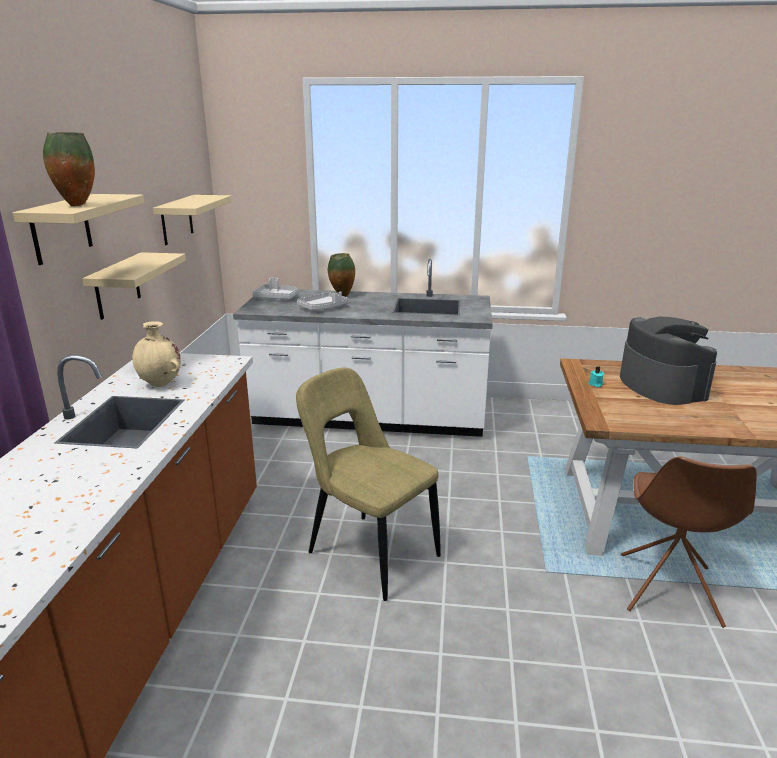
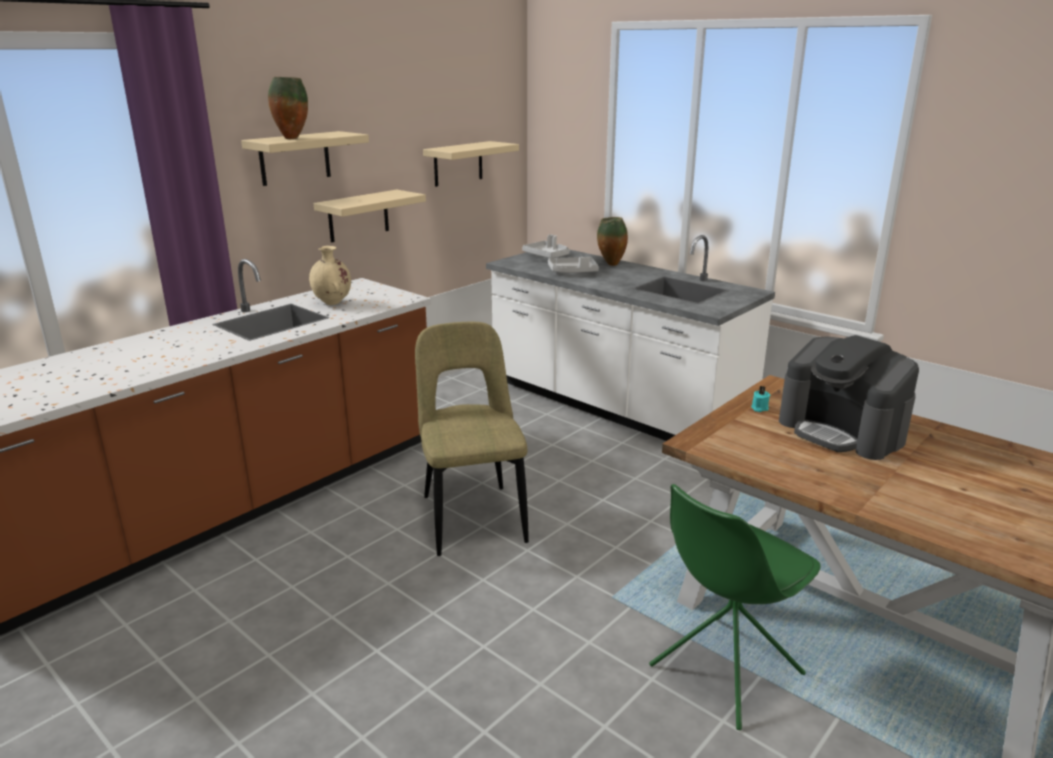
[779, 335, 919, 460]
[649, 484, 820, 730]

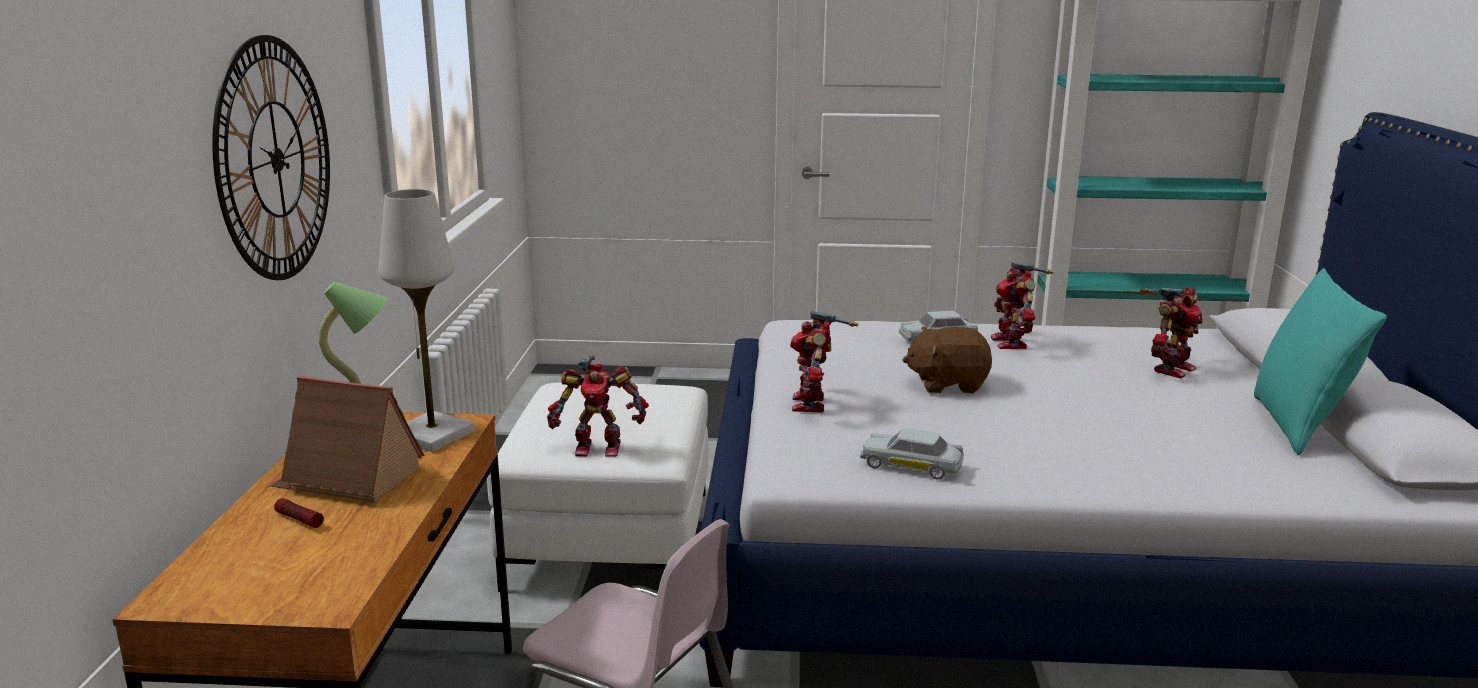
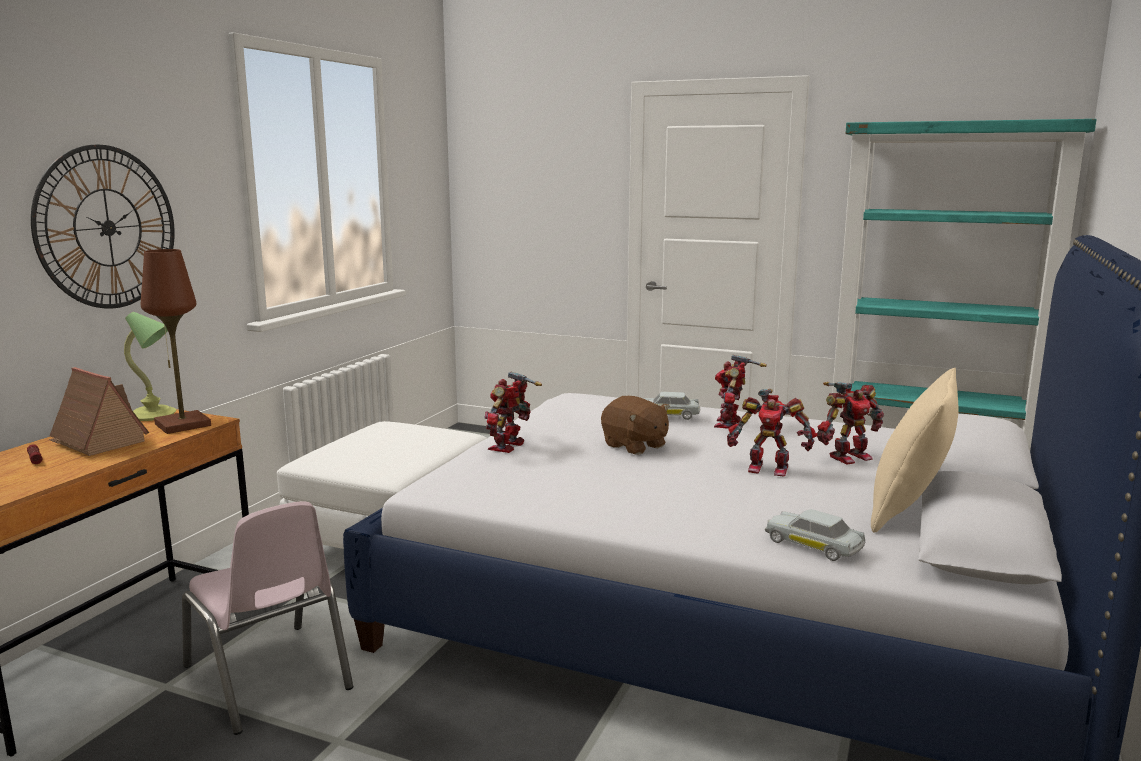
[141, 249, 211, 434]
[871, 368, 959, 532]
[601, 396, 670, 455]
[727, 389, 817, 477]
[765, 509, 865, 561]

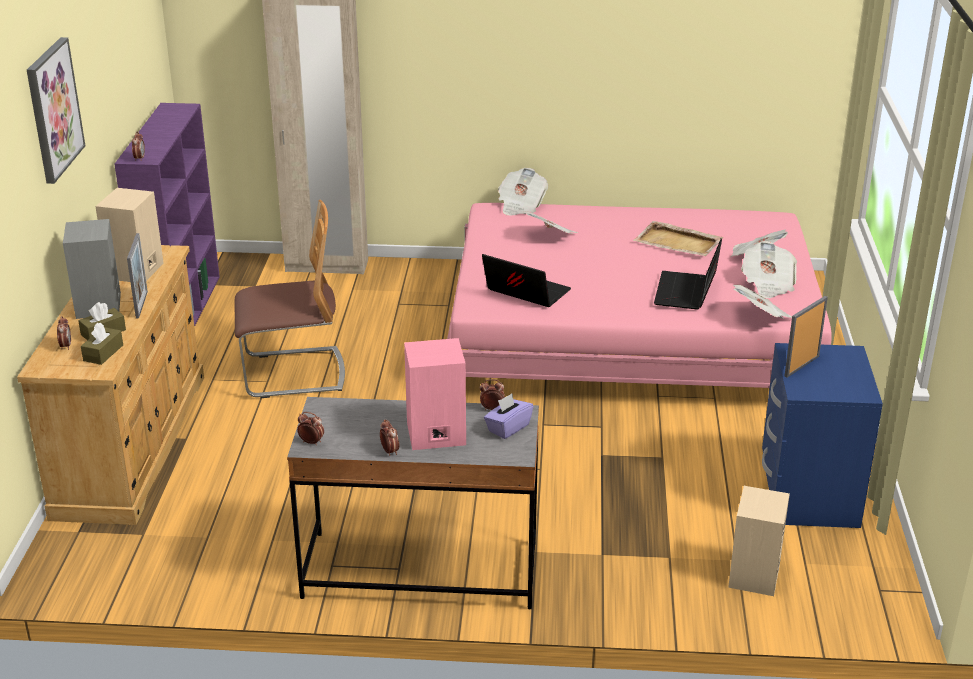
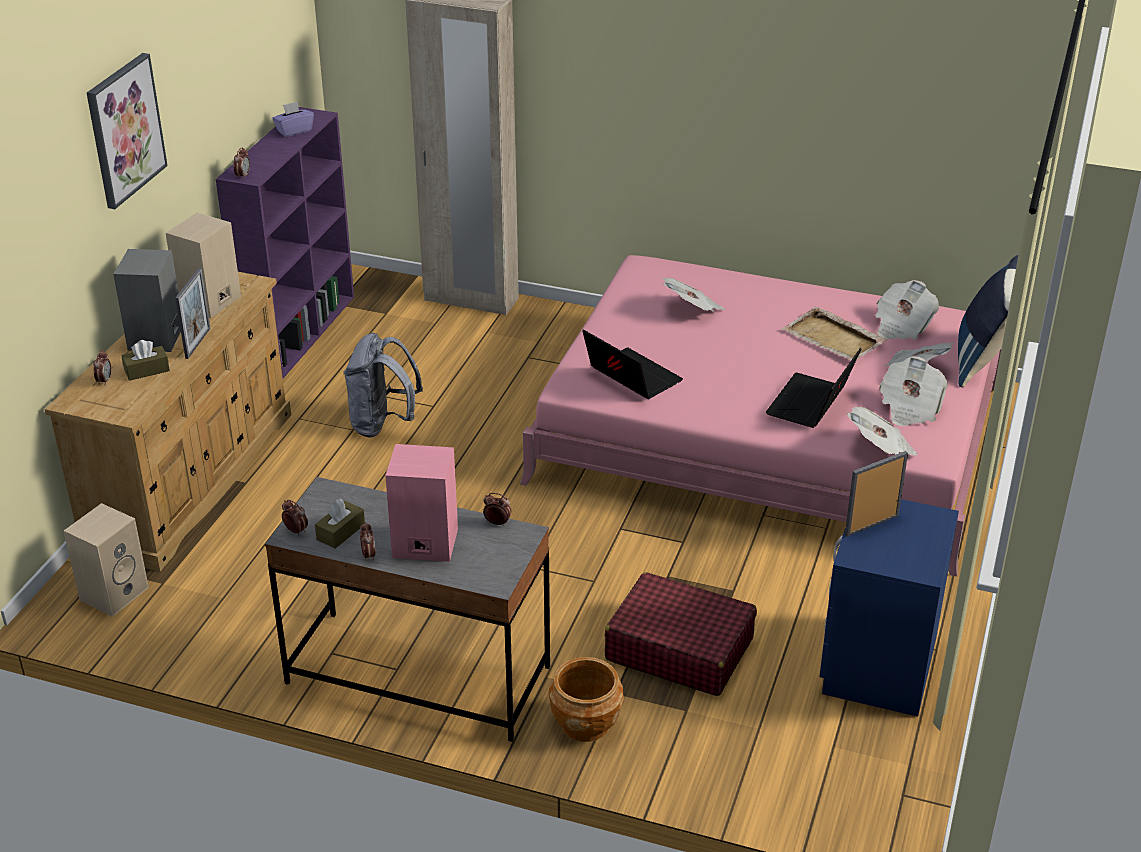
[875, 280, 939, 340]
[344, 333, 423, 438]
[315, 499, 365, 549]
[272, 102, 314, 137]
[64, 503, 149, 617]
[958, 255, 1018, 388]
[605, 572, 757, 696]
[549, 657, 624, 742]

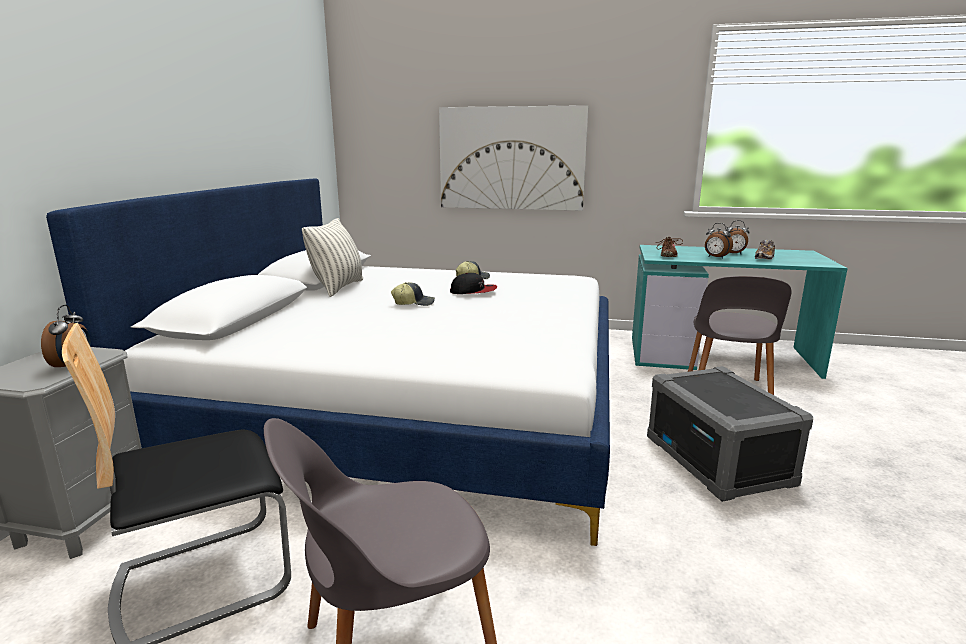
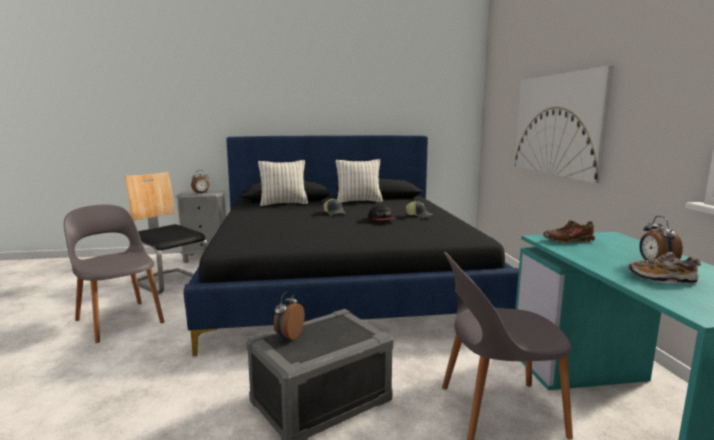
[183, 135, 519, 356]
[273, 291, 305, 340]
[258, 160, 308, 206]

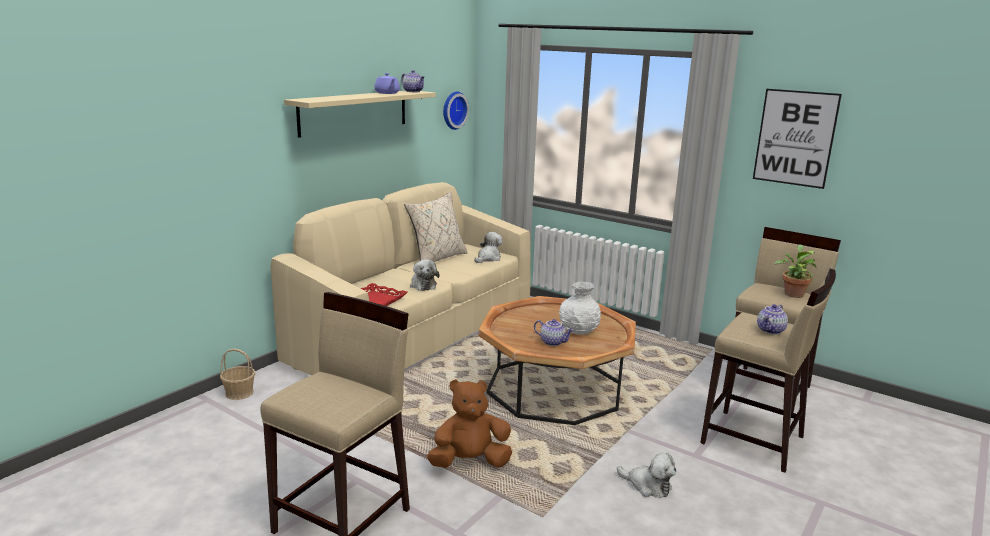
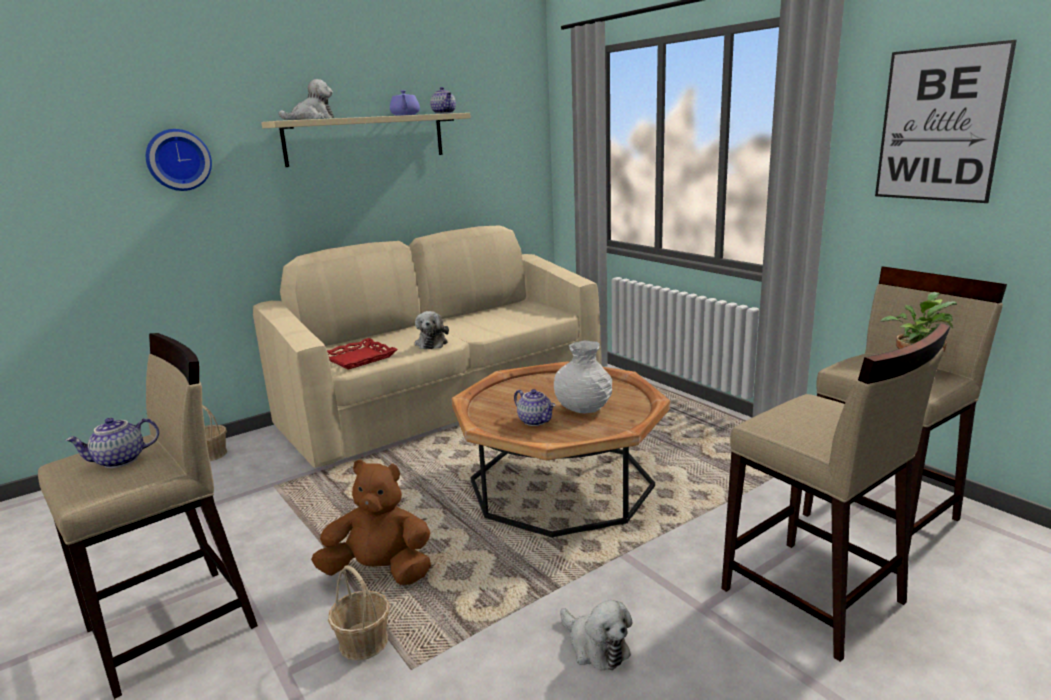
[146, 129, 212, 191]
[404, 192, 468, 262] (first image)
[279, 79, 334, 120]
[65, 418, 159, 468]
[328, 565, 390, 661]

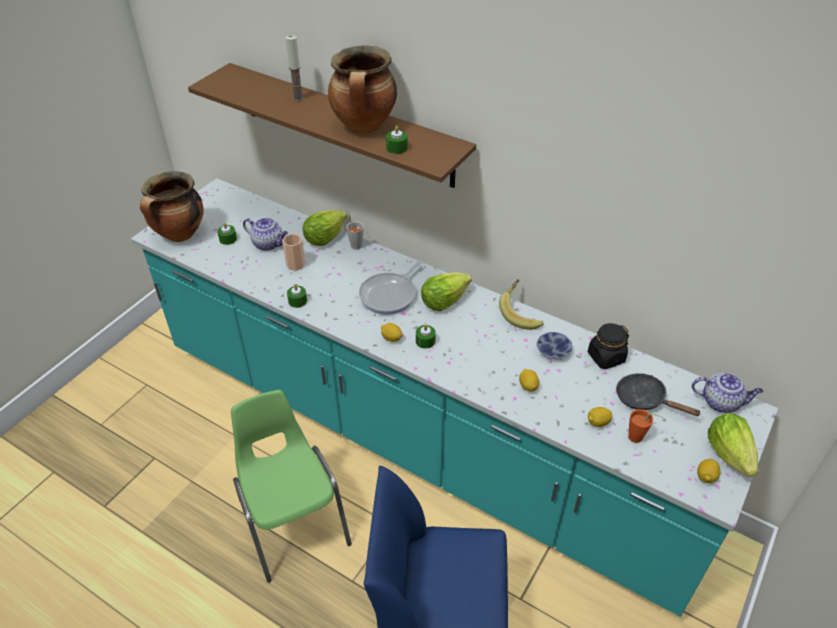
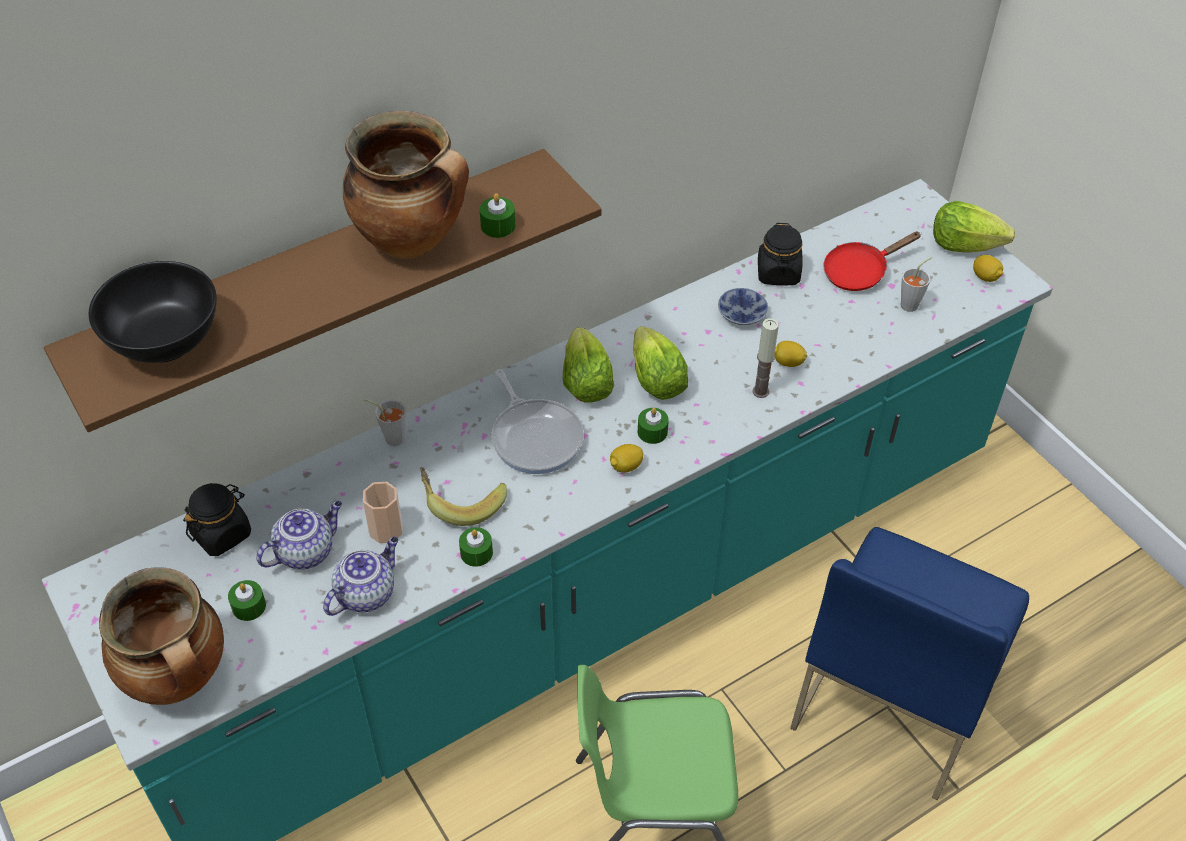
[752, 318, 779, 398]
[633, 326, 688, 400]
[420, 467, 507, 526]
[823, 231, 922, 291]
[323, 537, 398, 616]
[588, 407, 612, 427] (first image)
[901, 257, 932, 312]
[89, 261, 217, 363]
[183, 483, 251, 556]

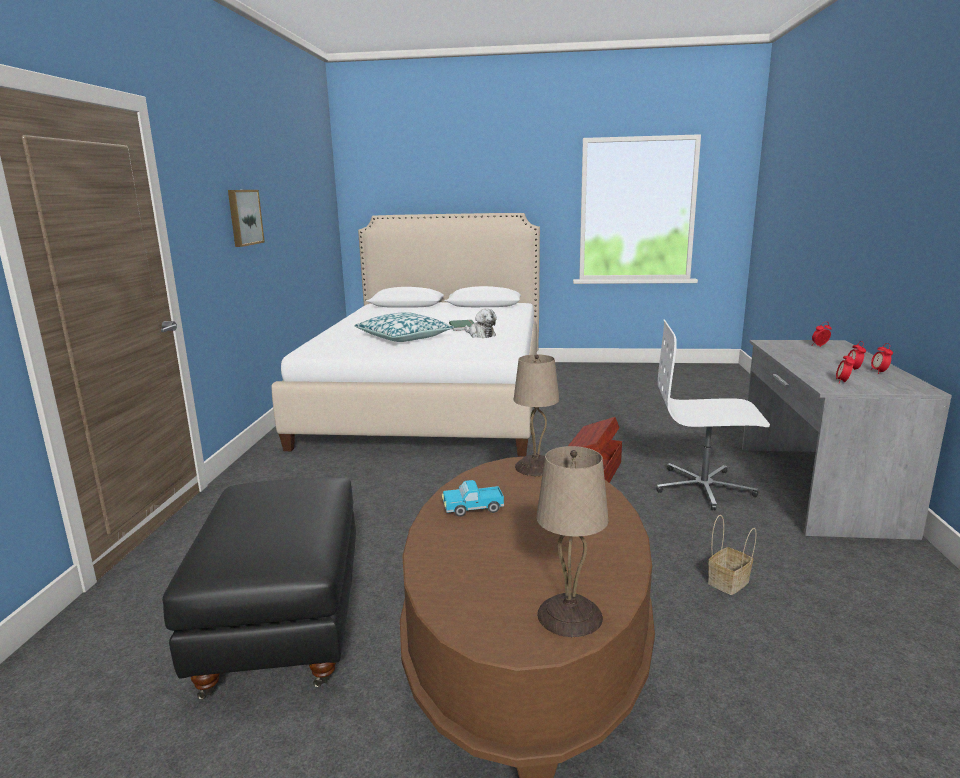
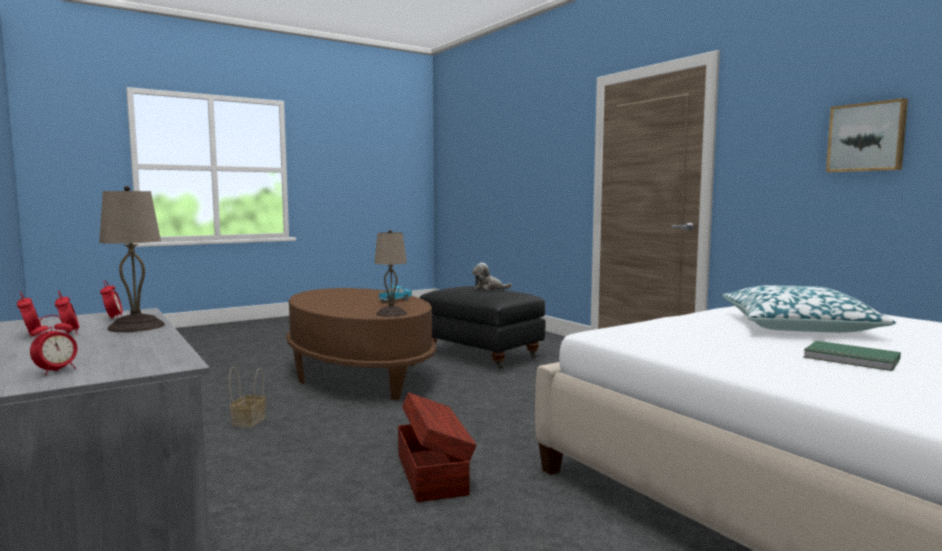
[472, 263, 512, 290]
[656, 319, 770, 510] (first image)
[99, 186, 165, 332]

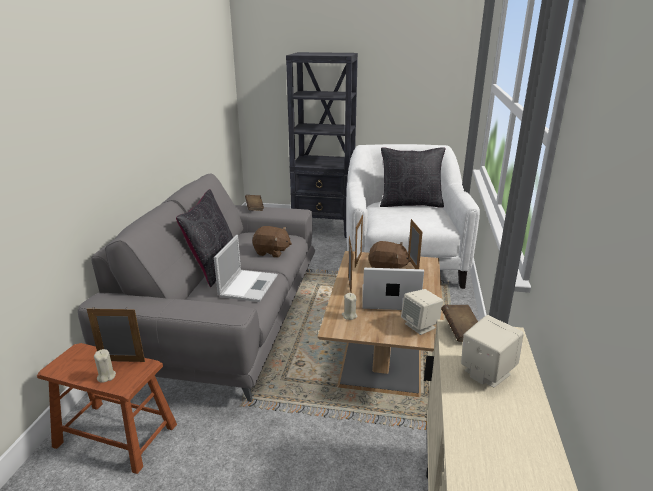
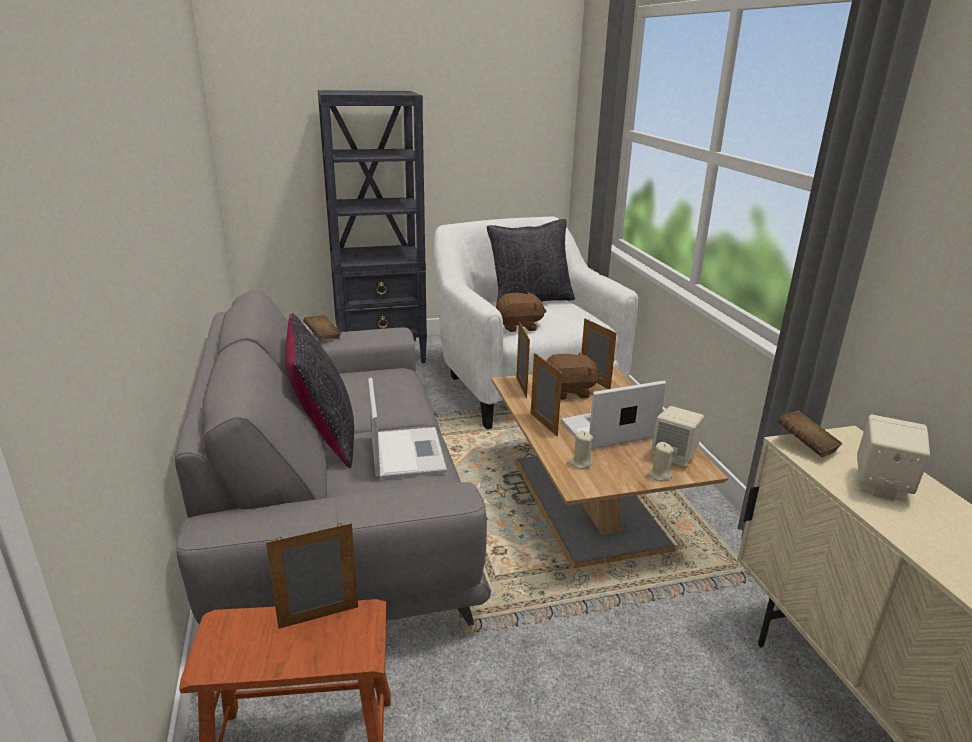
[496, 292, 546, 332]
[648, 442, 674, 482]

